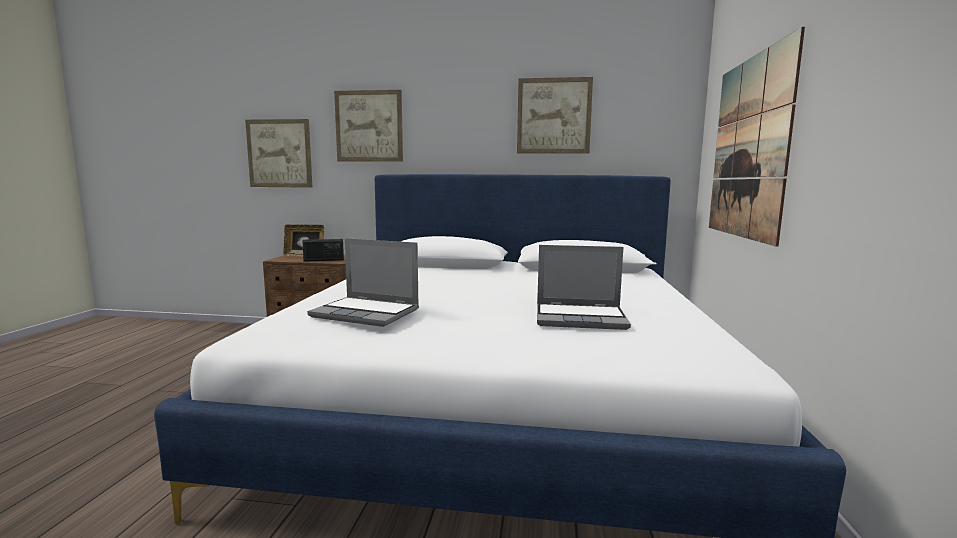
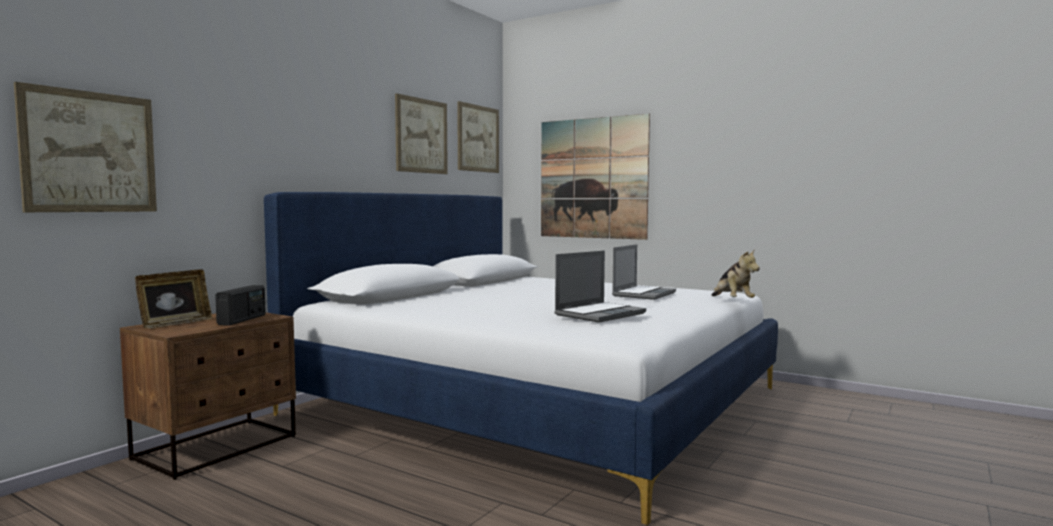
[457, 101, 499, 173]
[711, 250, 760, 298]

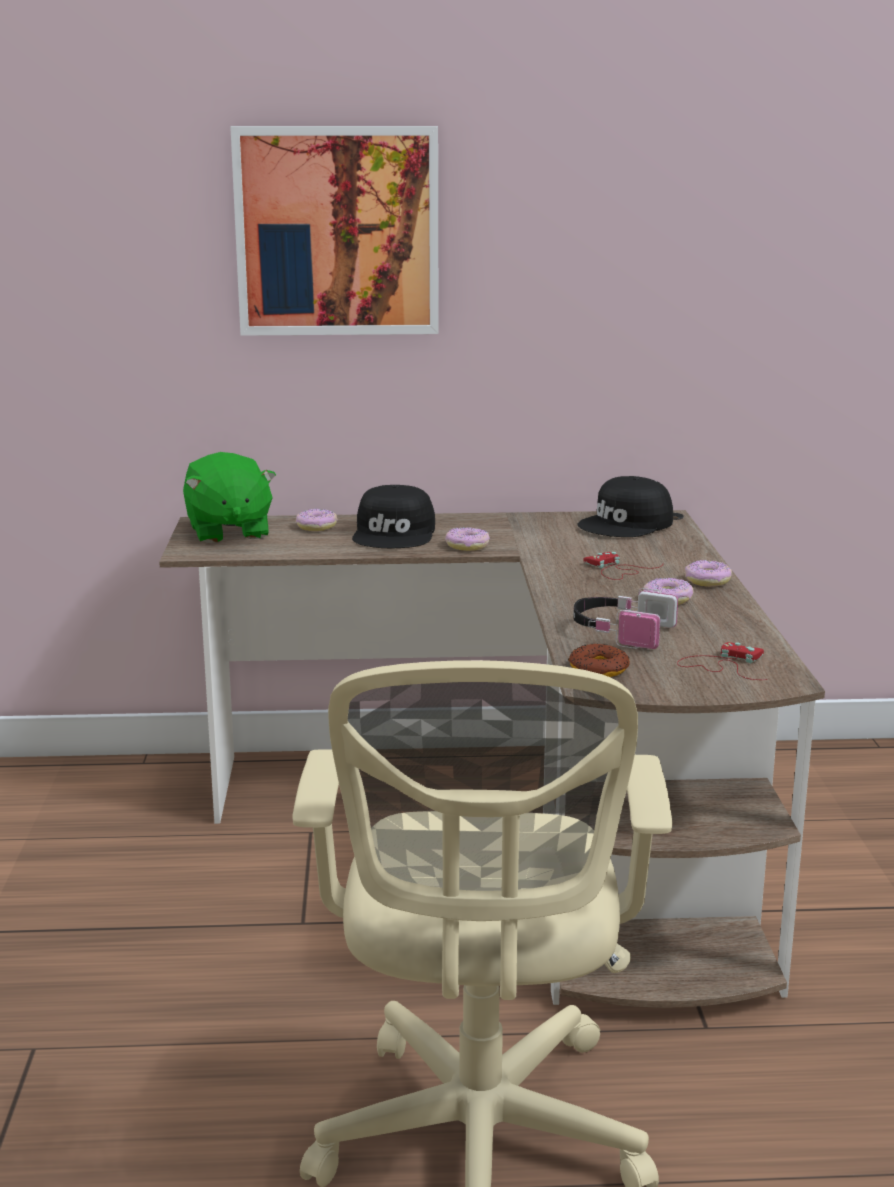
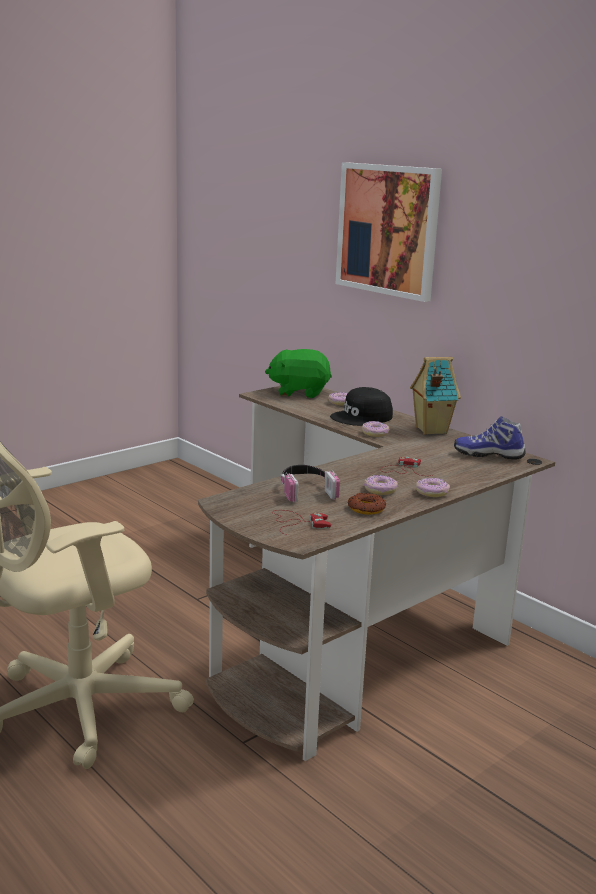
[265, 349, 332, 398]
[454, 416, 526, 460]
[348, 493, 386, 515]
[410, 357, 461, 435]

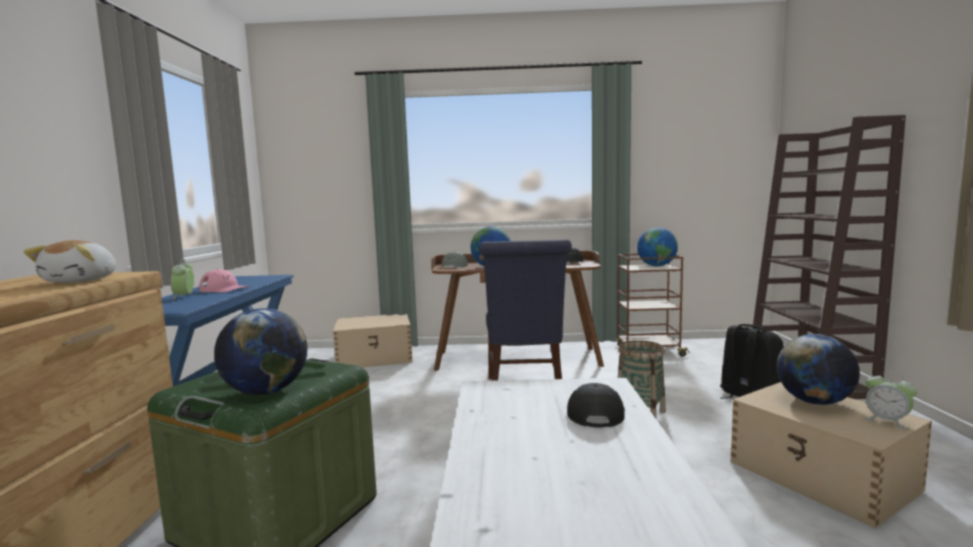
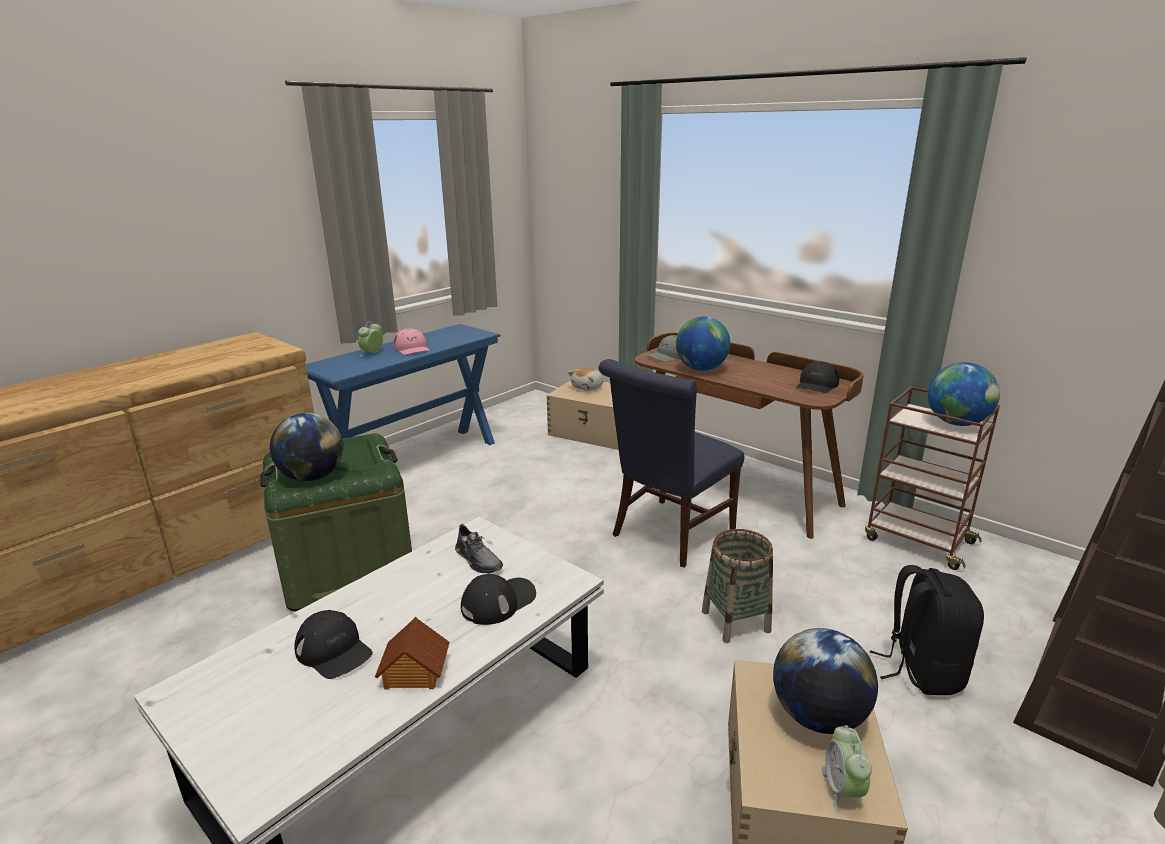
[567, 367, 603, 391]
[455, 524, 503, 573]
[294, 610, 373, 679]
[375, 617, 450, 690]

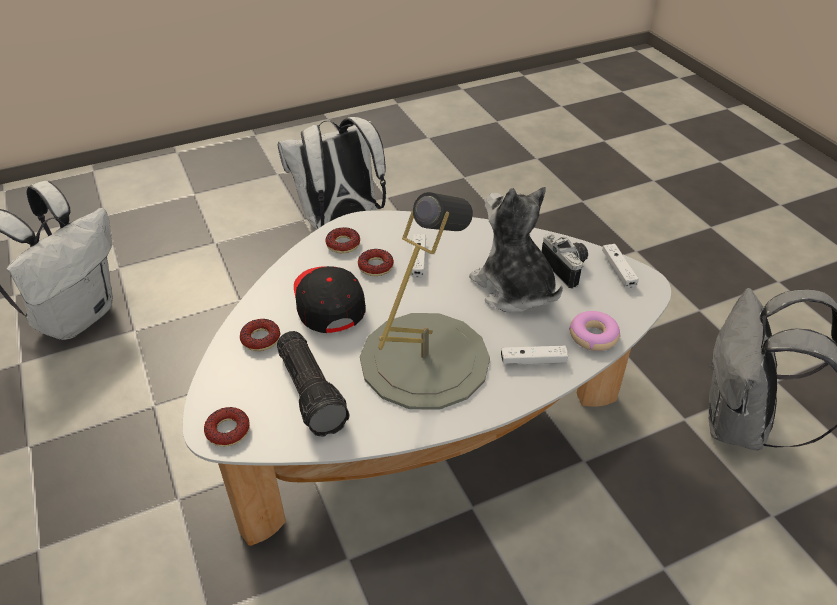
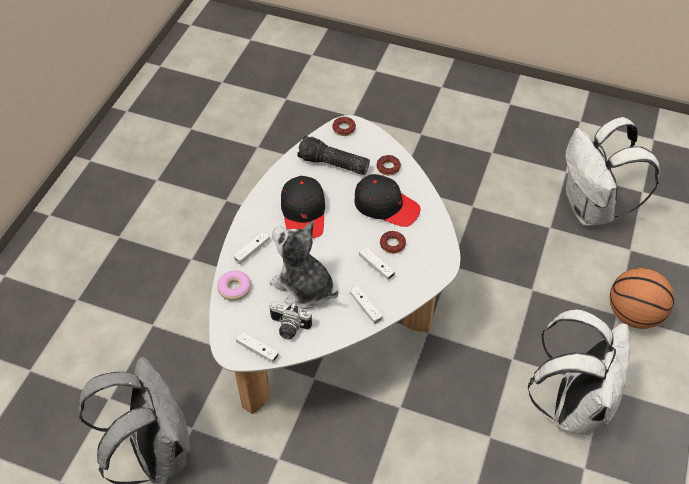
[270, 221, 338, 309]
[281, 176, 325, 238]
[325, 227, 360, 253] (first image)
[610, 267, 674, 329]
[350, 286, 383, 324]

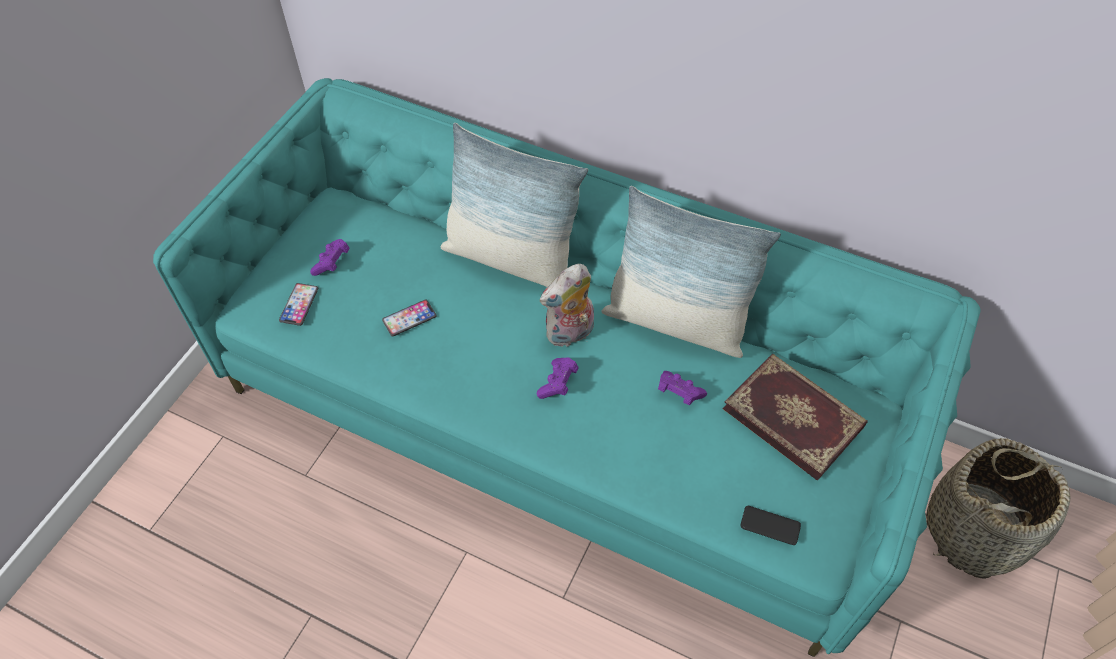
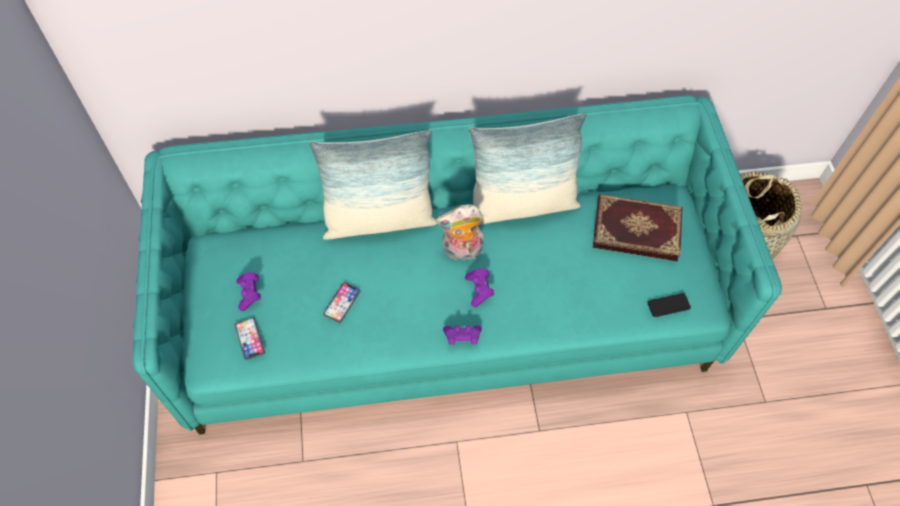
[436, 204, 484, 263]
[443, 325, 482, 345]

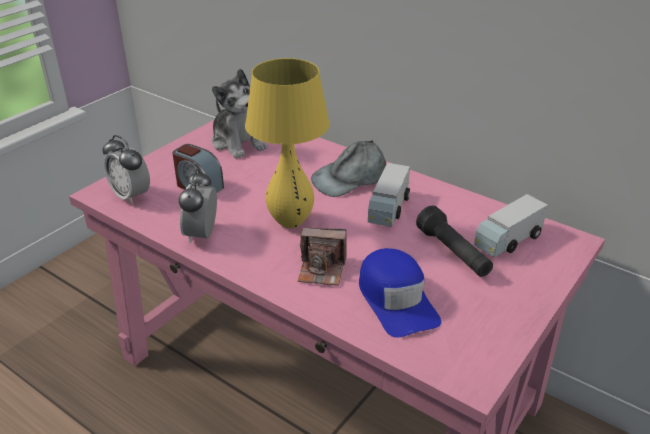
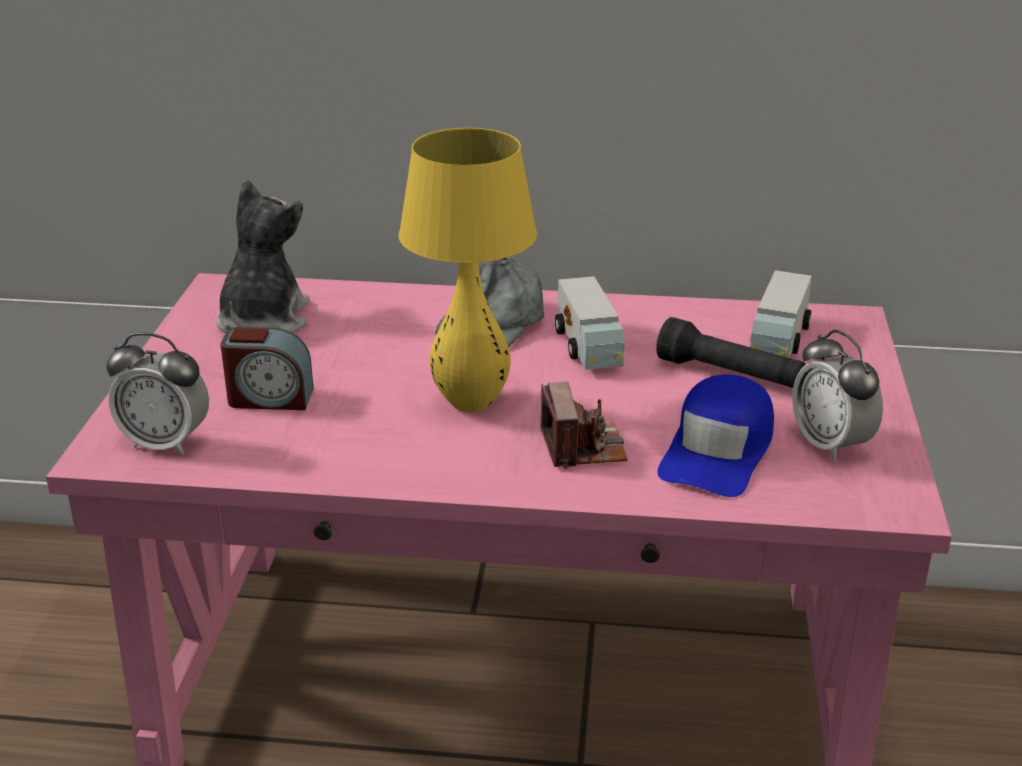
[216, 179, 310, 334]
[792, 330, 883, 462]
[540, 382, 628, 469]
[657, 374, 774, 497]

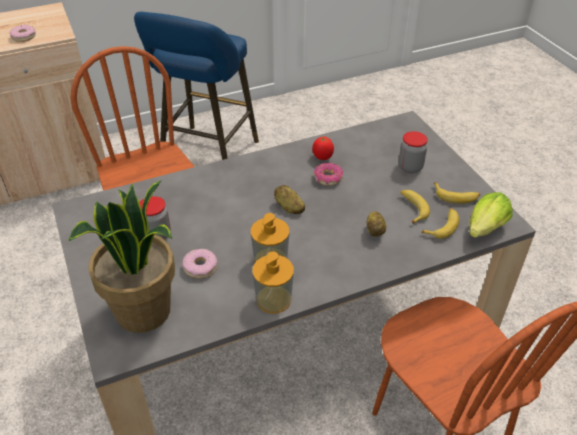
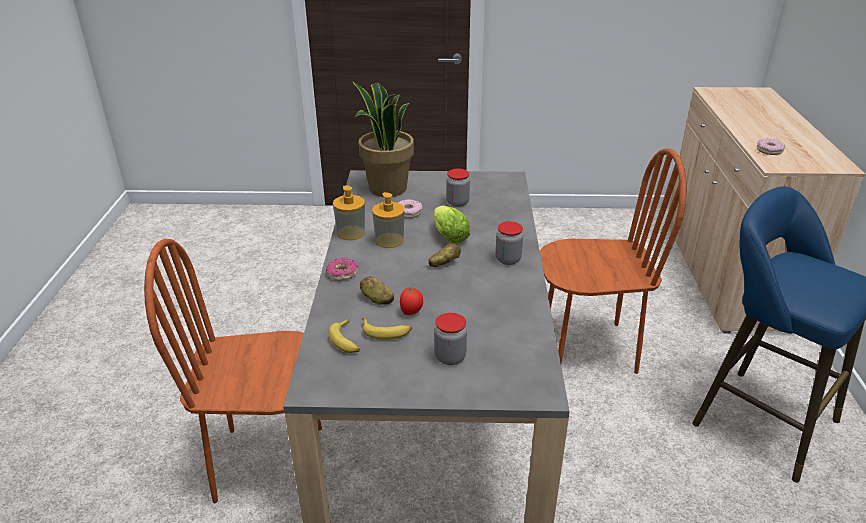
[400, 287, 423, 315]
[326, 258, 358, 280]
[434, 182, 480, 204] (first image)
[434, 206, 470, 243]
[495, 221, 523, 265]

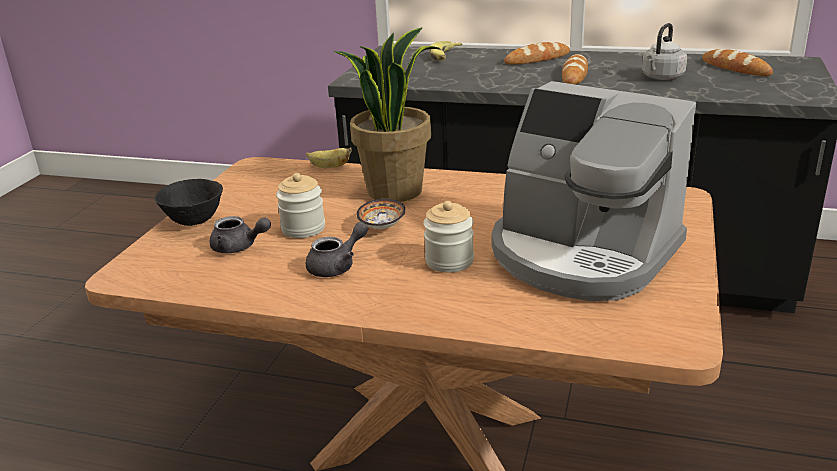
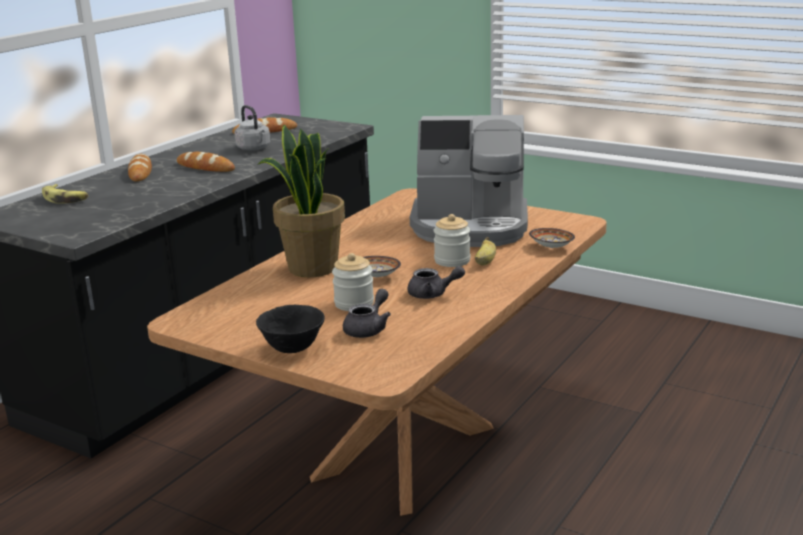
[410, 115, 528, 247]
[475, 237, 496, 266]
[407, 266, 465, 299]
[529, 228, 575, 248]

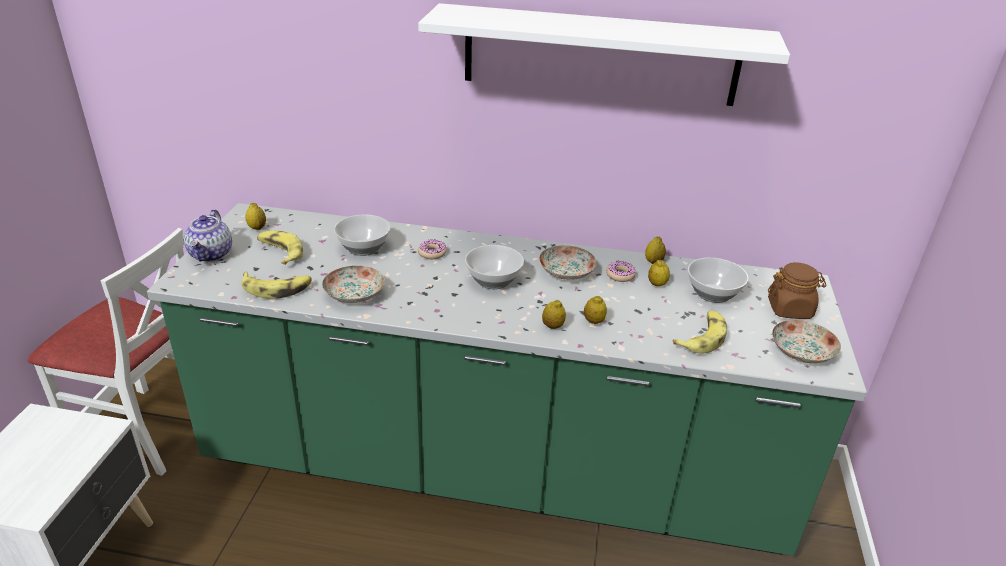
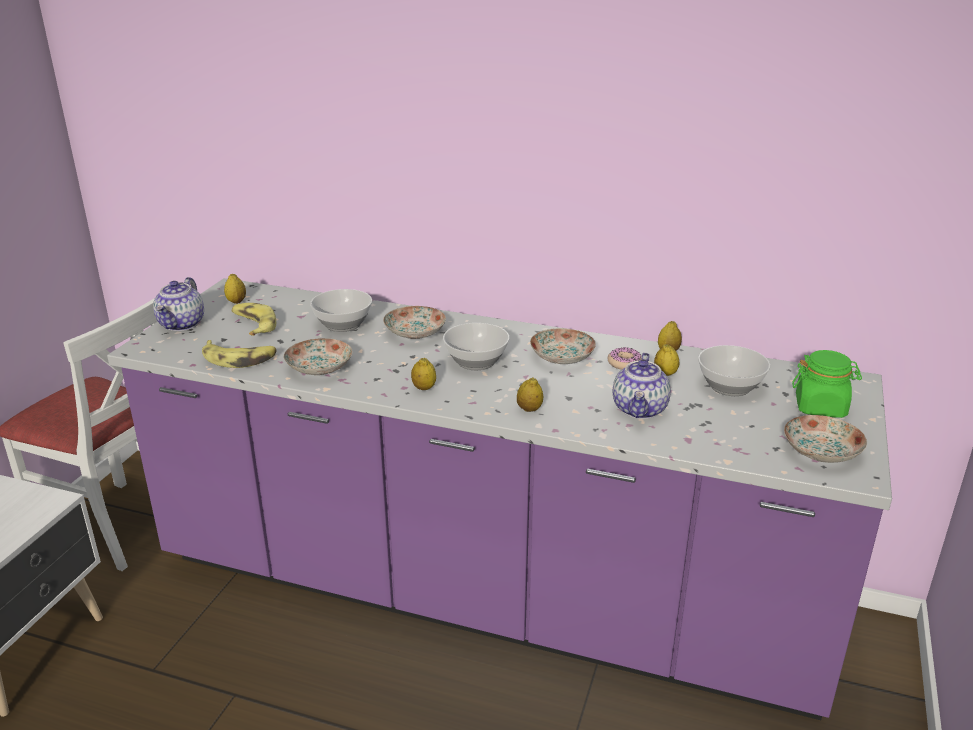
[418, 3, 790, 106] (first image)
[107, 278, 892, 720]
[383, 306, 446, 339]
[792, 350, 862, 418]
[411, 358, 436, 390]
[673, 310, 727, 353] (first image)
[613, 353, 671, 419]

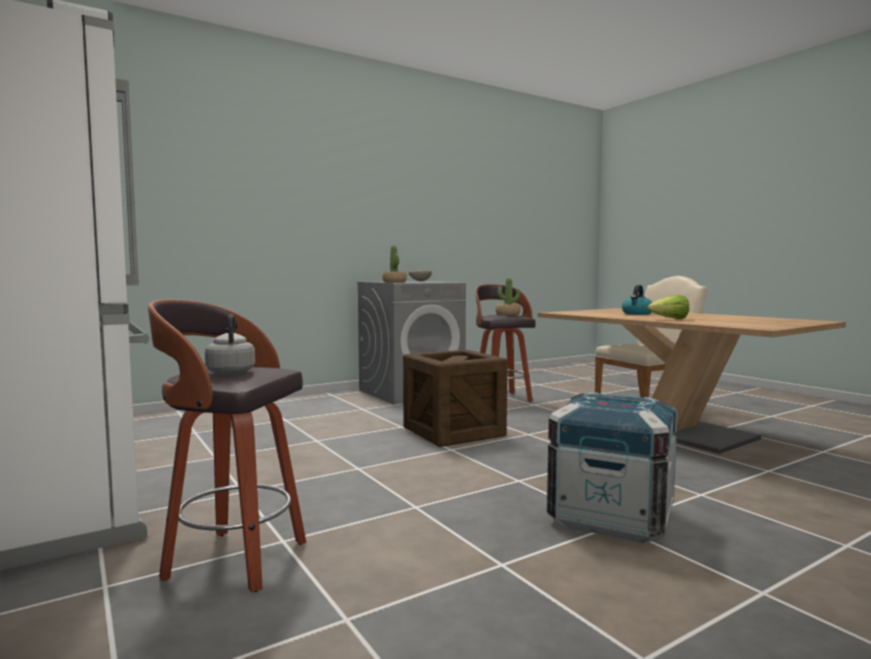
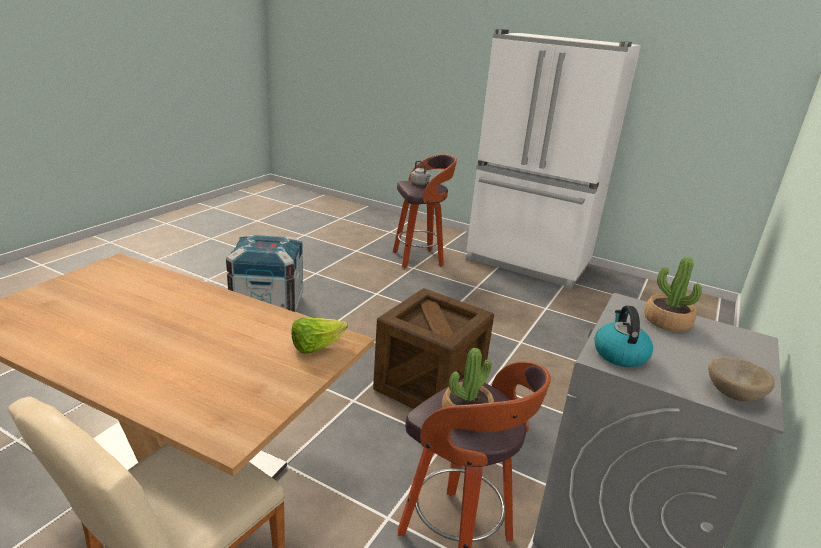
[594, 306, 653, 367]
[291, 317, 348, 354]

